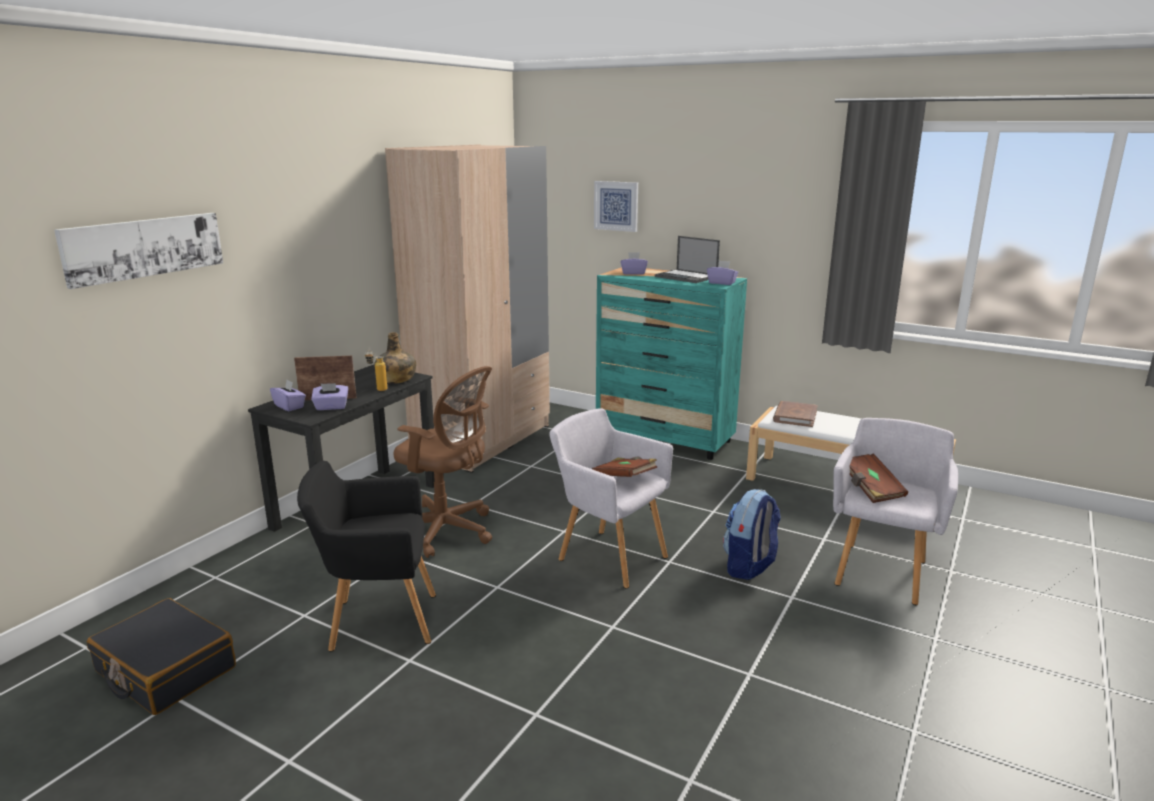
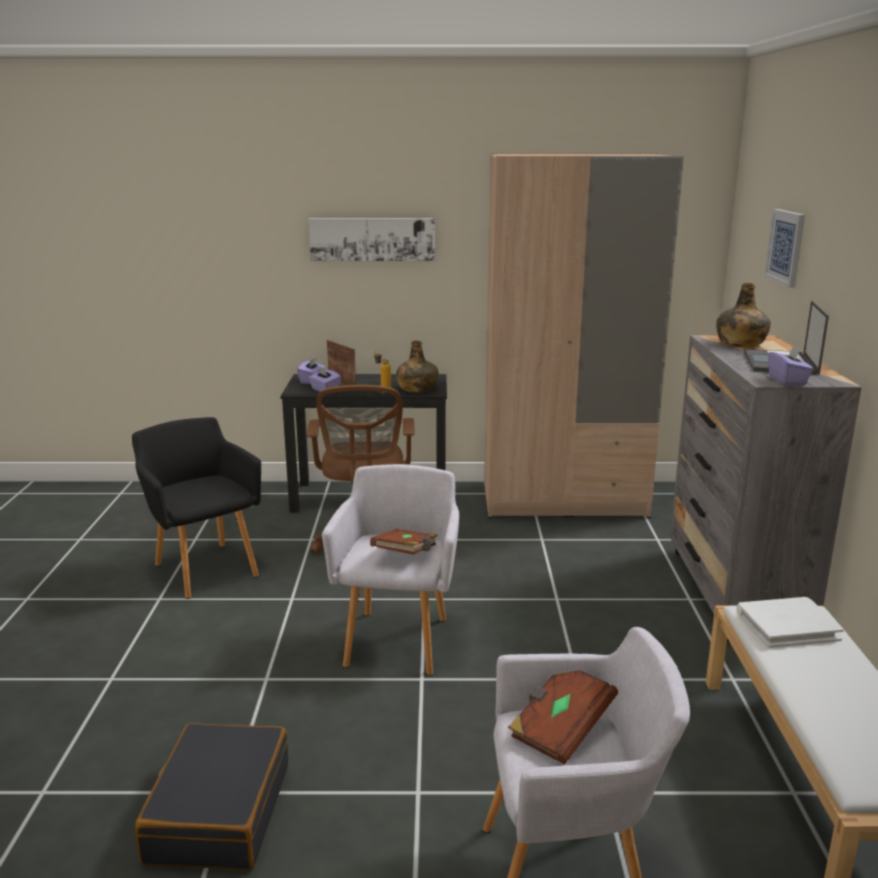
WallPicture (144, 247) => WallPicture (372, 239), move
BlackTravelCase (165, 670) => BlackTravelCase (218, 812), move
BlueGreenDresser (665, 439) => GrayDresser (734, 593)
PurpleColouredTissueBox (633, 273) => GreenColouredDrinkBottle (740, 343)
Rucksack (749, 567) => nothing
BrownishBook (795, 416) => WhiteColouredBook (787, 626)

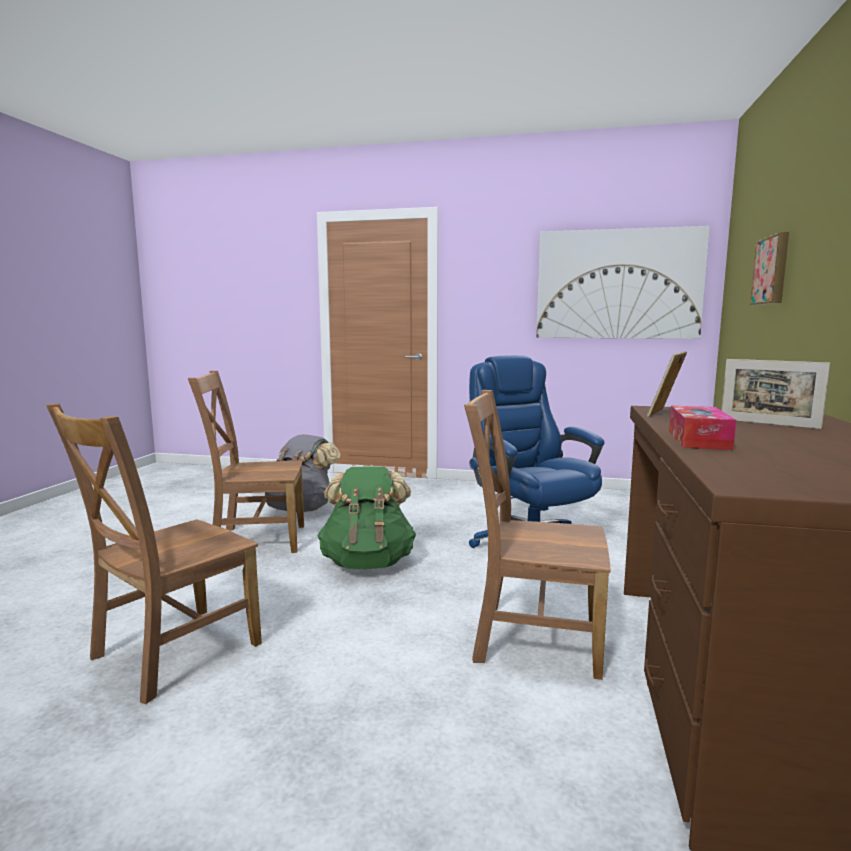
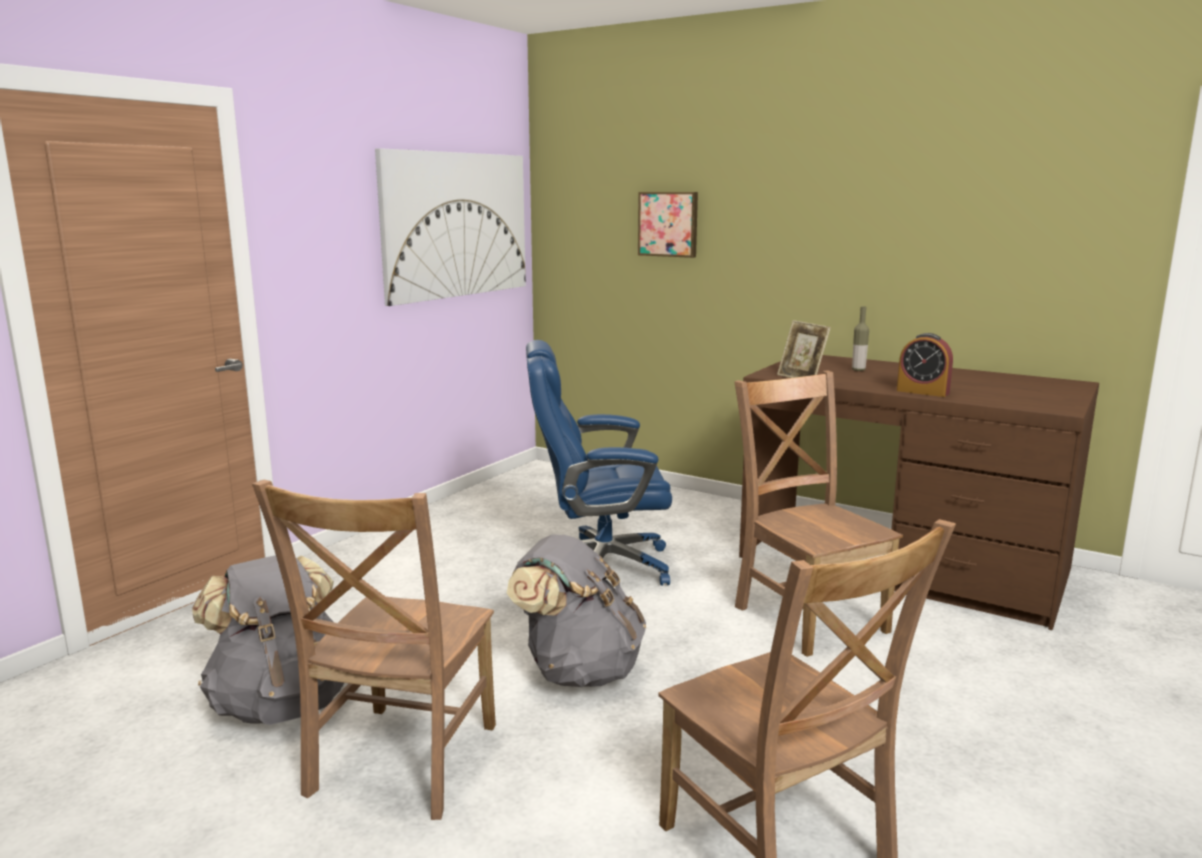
GreenColouredRucksack (368, 562) => GrayRucksack (578, 671)
BrownishPlainChair (531, 638) => BrownishPlainChair (807, 616), 120 degrees clockwise
TissueBox (698, 440) => AlarmClock (922, 392)
PhotoFrame (768, 424) => DrinkBottle (858, 370)

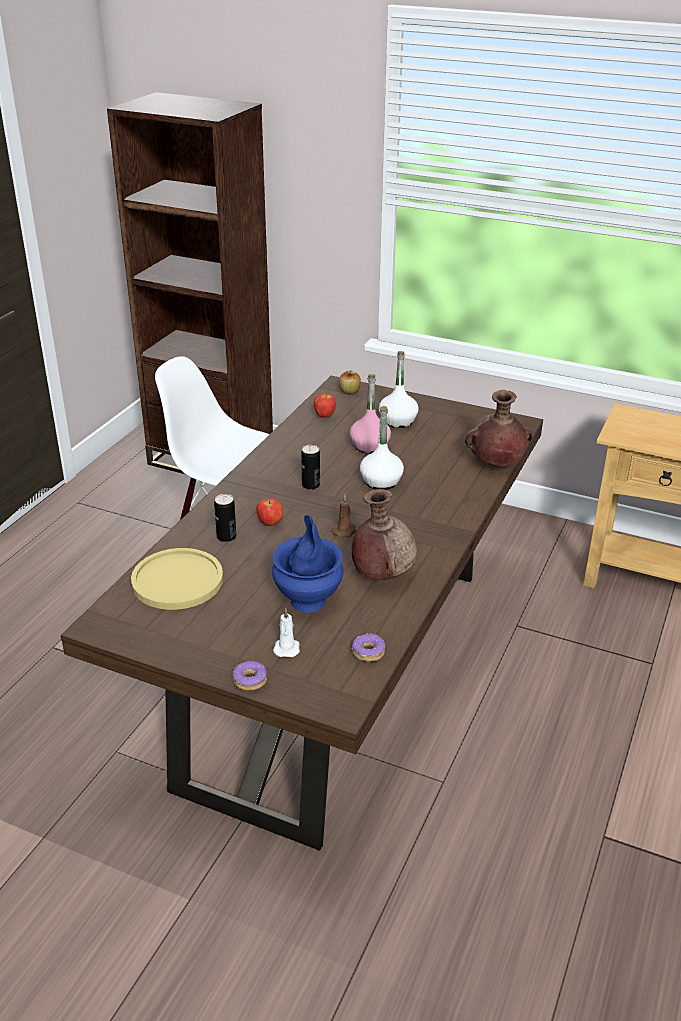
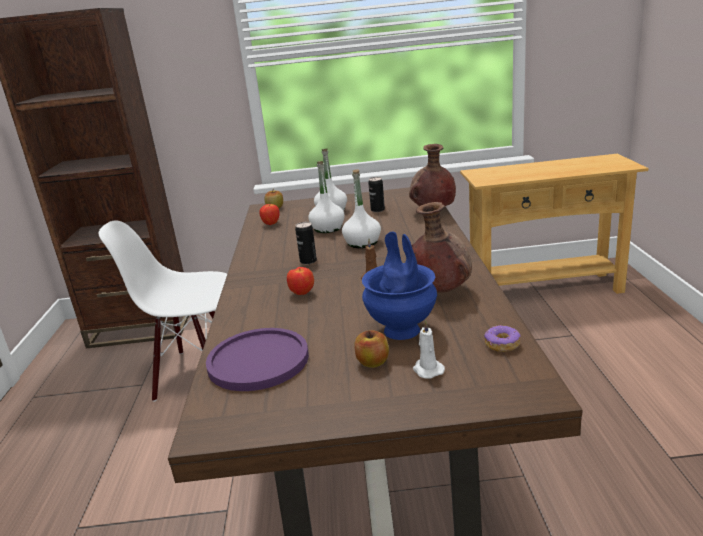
YellowDinnerPlate (177, 581) => PurpleColouredDinnerPlate (258, 361)
MetalCan (226, 537) => MetalCan (377, 210), move
RingDoughnut (250, 680) => nothing
PinkColouredDrinkBottle (369, 446) => WhiteColouredDrinkBottle (327, 228)
nothing => Apple (373, 362)

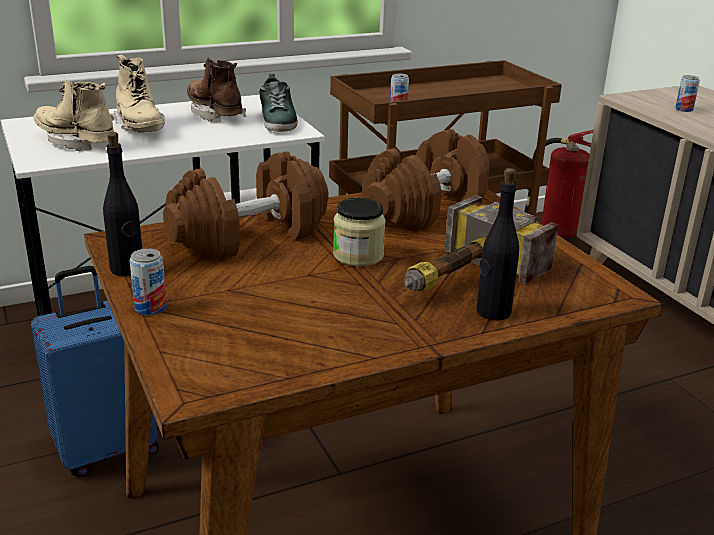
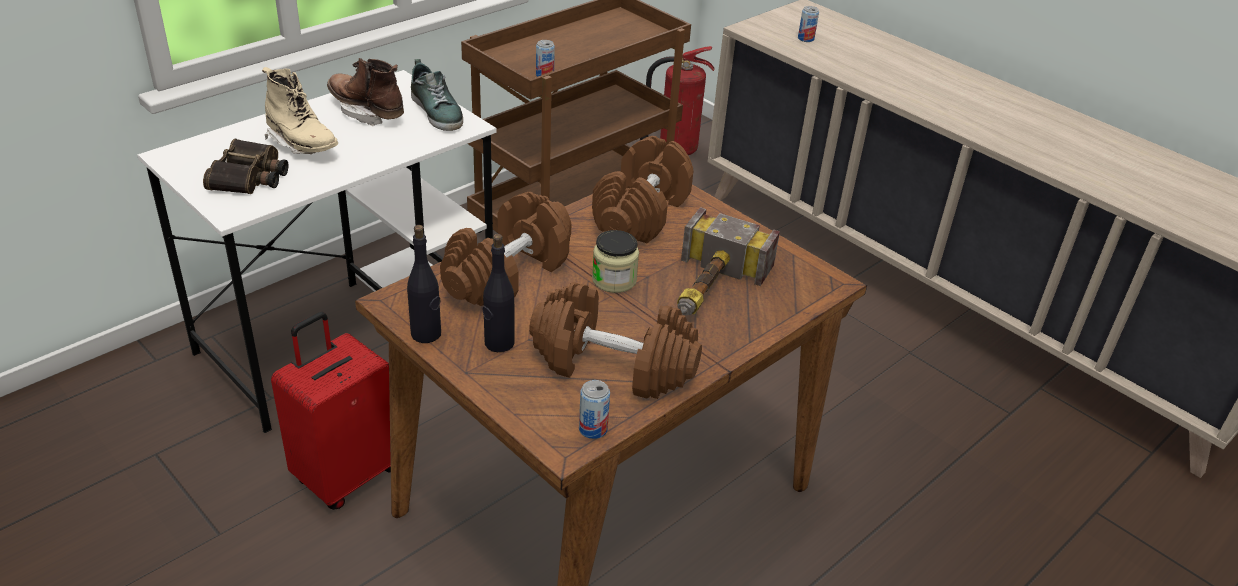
BluishTravelCase (106, 448) => RedTravelCase (346, 475)
SandColouredBoot (76, 142) => Binoculars (250, 177)
MetalCan (150, 308) => MetalCan (593, 429), move
BlackDrinkBottle (493, 312) => BlackDrinkBottle (499, 343), move
nothing => BrownishFreeWeight (612, 365)

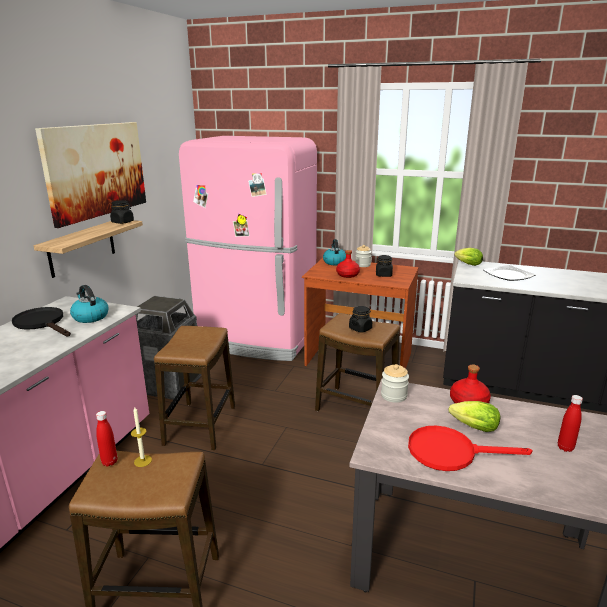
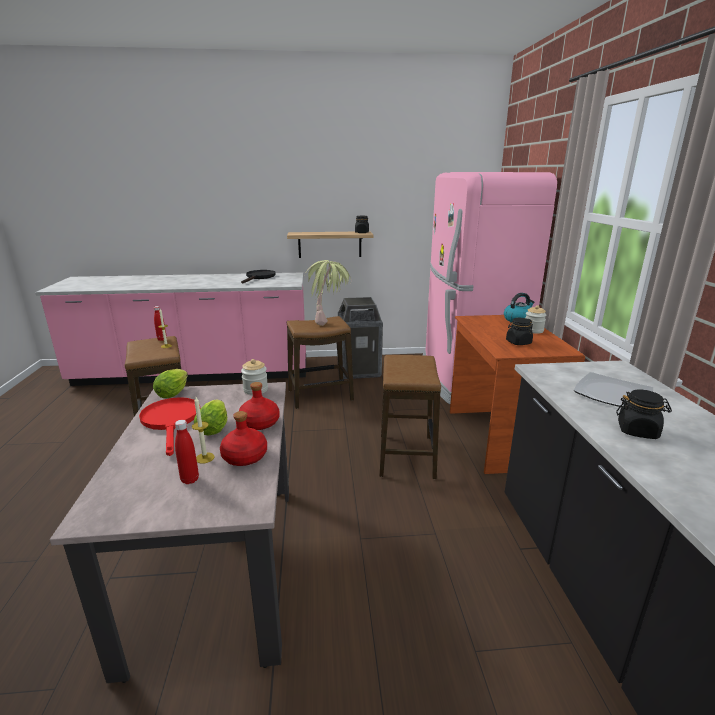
WallPicture (96, 170) => nothing
TeaKettle (90, 317) => nothing
RedDrinkBottle (348, 275) => RedDrinkBottle (245, 457), move
BlackPreserveJar (360, 328) => BlackPreserveJar (638, 431), move
HeadOfLettuce (467, 264) => HeadOfLettuce (174, 393), move
nothing => WaxCandle (205, 458)
nothing => PottedPlant (329, 321)

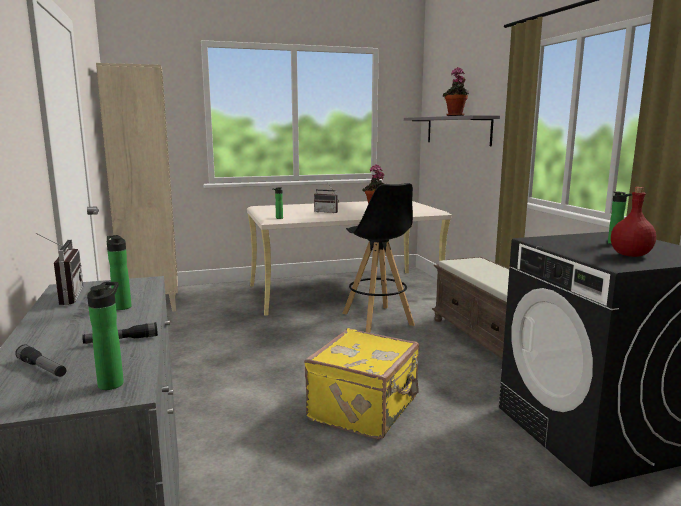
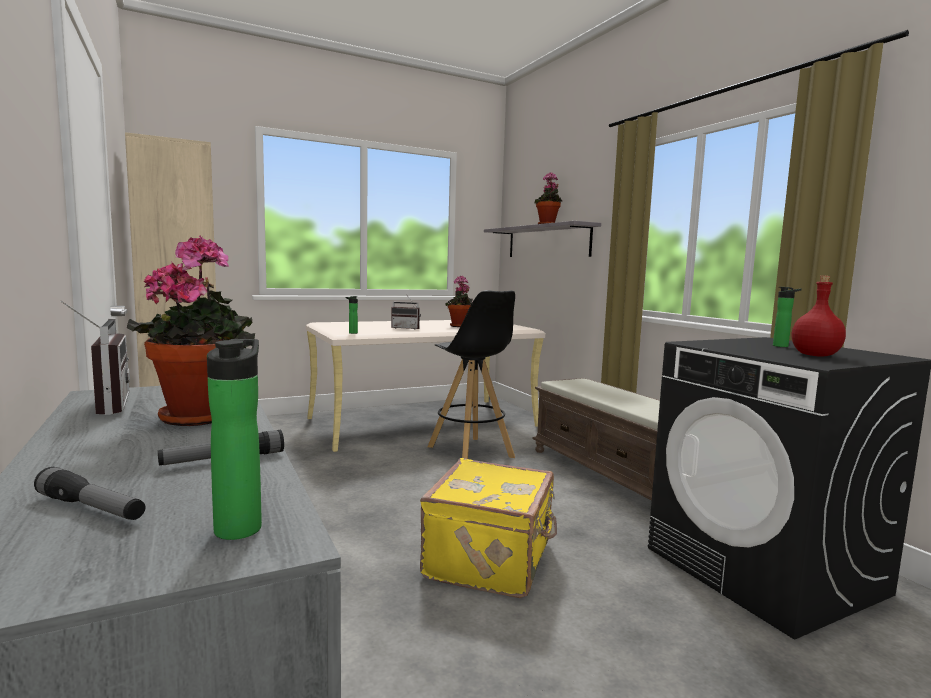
DrinkBottle (122, 306) => PottedPlant (202, 415)

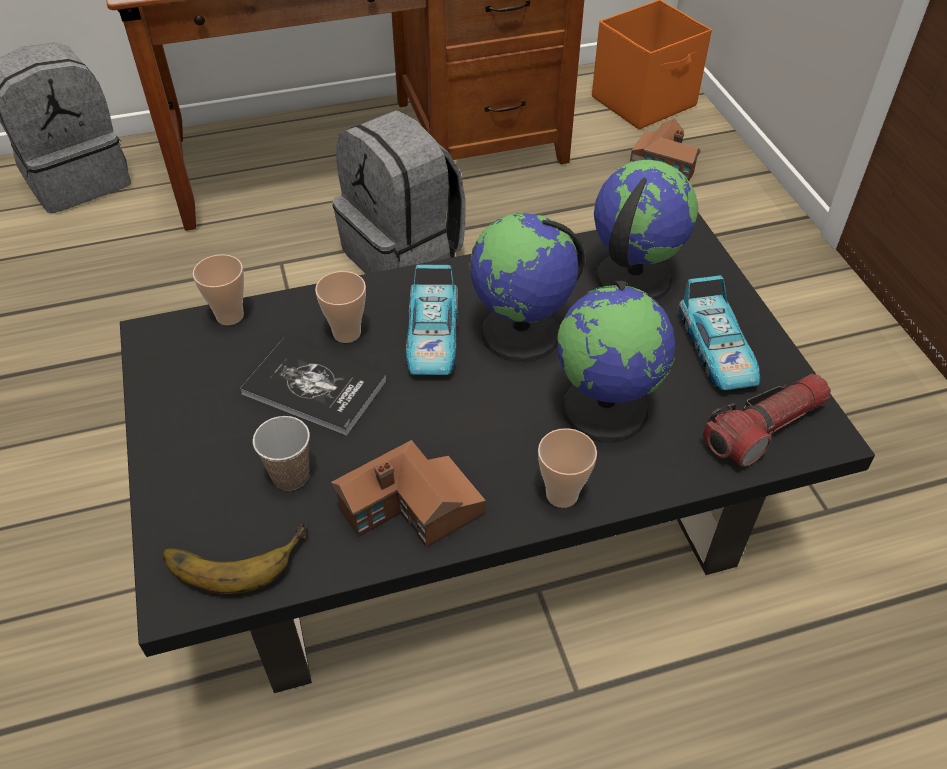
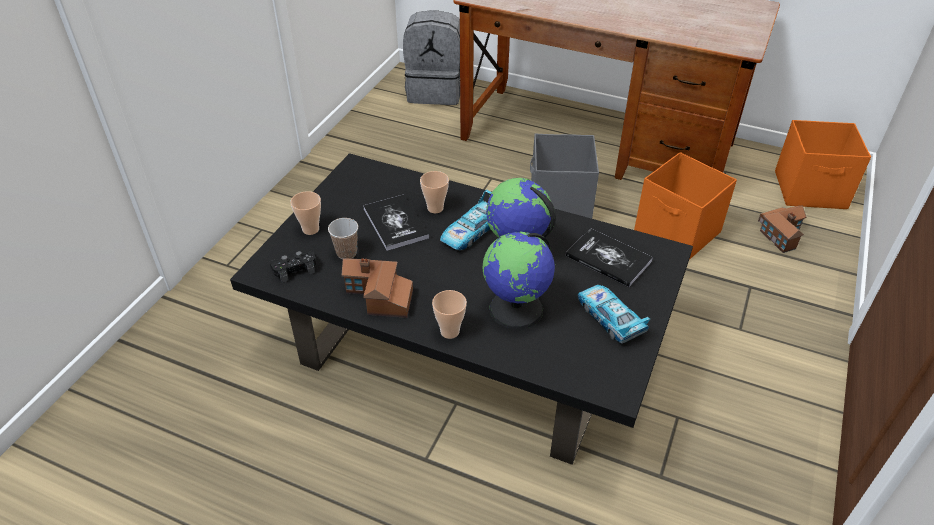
WholeBanana (234, 553) => BlackGamepad (294, 269)
DrinkingCup (230, 316) => DrinkingCup (310, 229), move
GrayRucksack (404, 255) => GrayStorageBox (559, 206)
DeskGlobe (632, 277) => Book (608, 258)
MiniatureCar (717, 351) => MiniatureCar (610, 318), 120 degrees clockwise
Torch (764, 428) => nothing
nothing => OrangeyStorageBox (677, 233)

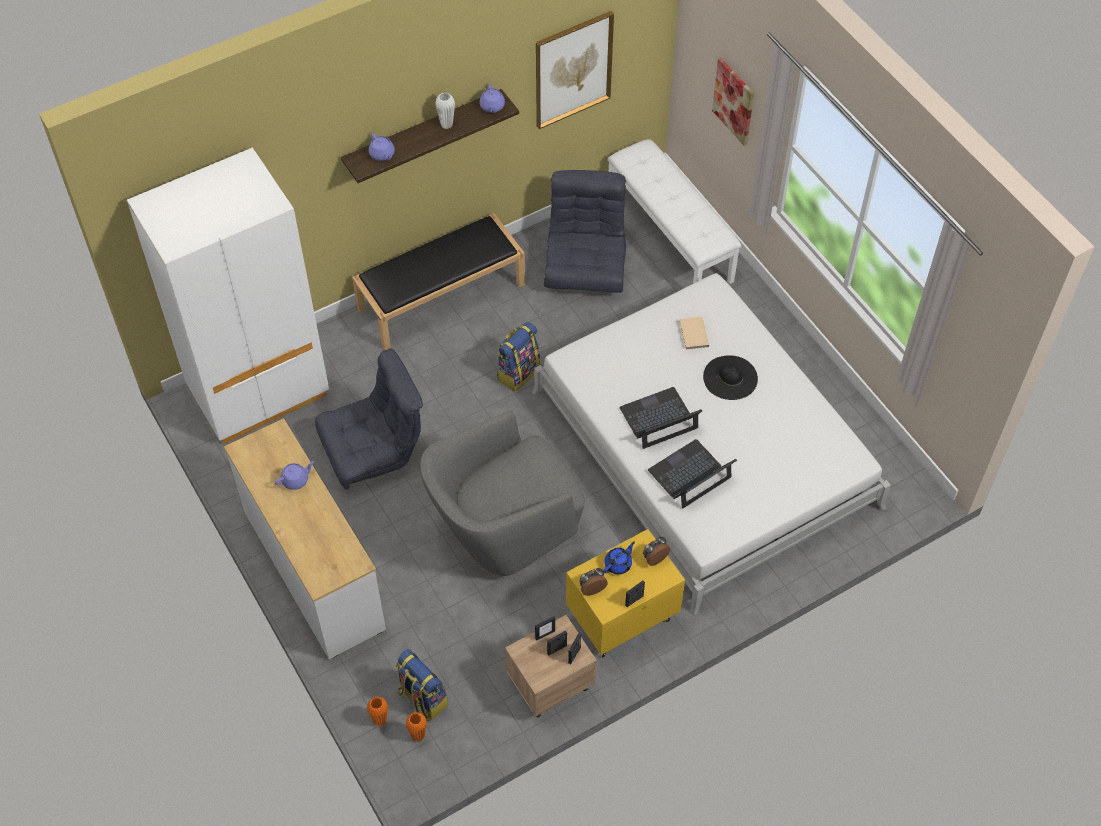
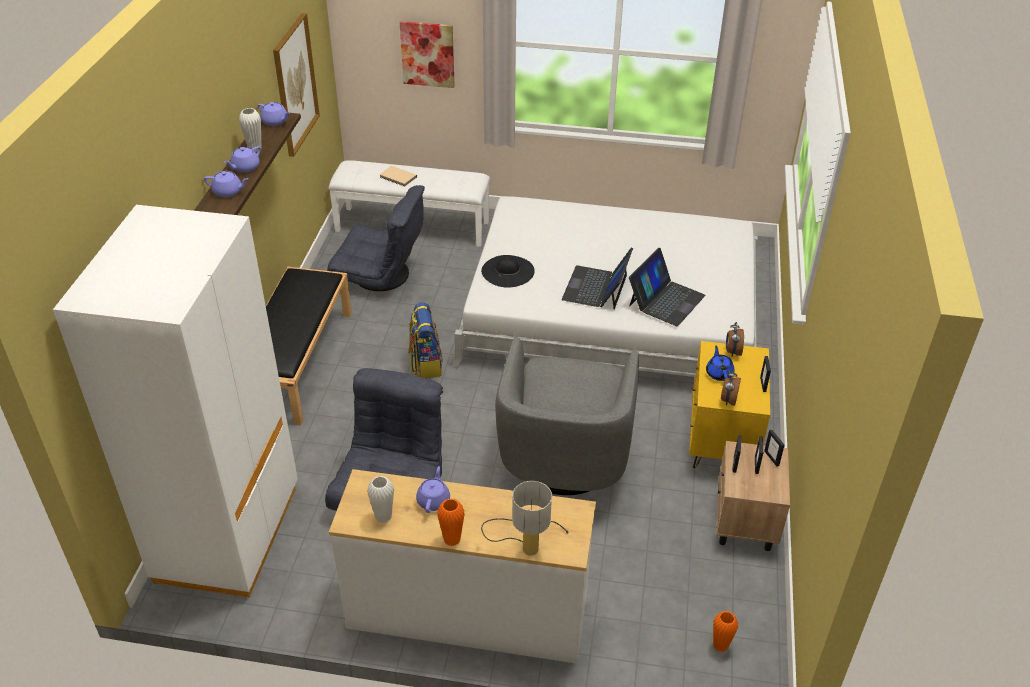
OrangeyDecorativeVase (380, 720) => OrangeyDecorativeVase (452, 539), move
Rucksack (422, 698) => nothing
GrayEasyChair (585, 268) => GrayEasyChair (380, 276), 150 degrees clockwise
Laptop (690, 475) => Laptop (666, 300), 150 degrees counterclockwise
SandColouredBook (693, 334) => SandColouredBook (398, 178), move
BlackHat (730, 377) => BlackHat (507, 271), move
nothing => PurpleColouredPotForTea (245, 168)
nothing => WhiteColouredDecorativeVase (383, 517)
nothing => TableLamp (526, 541)

